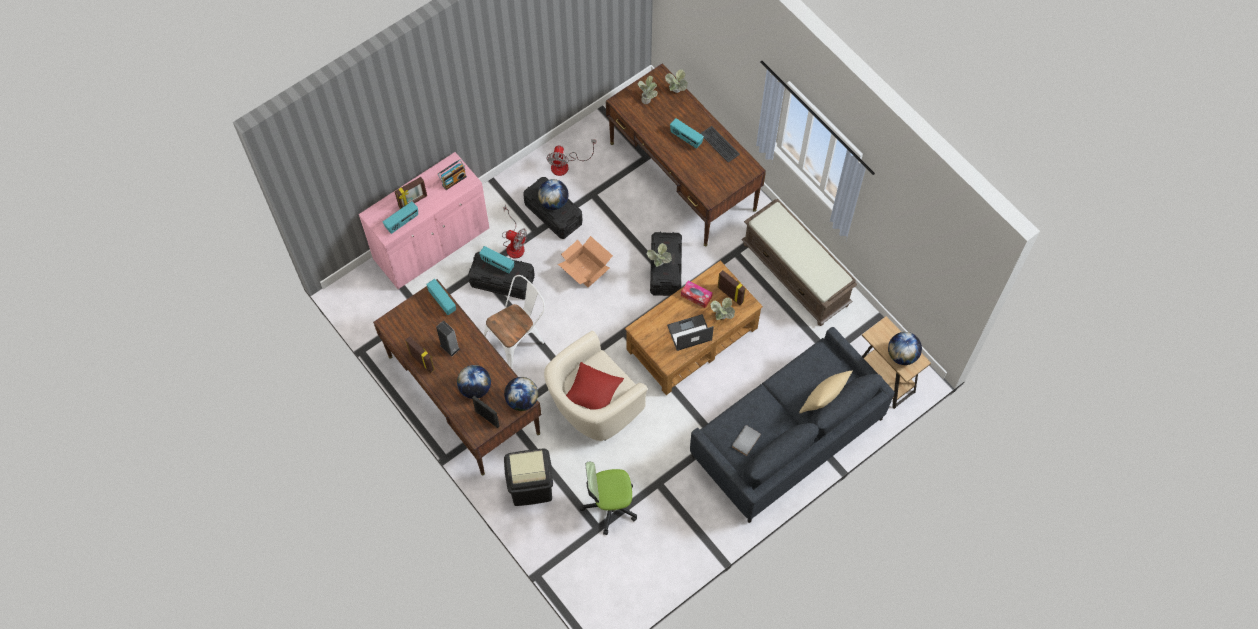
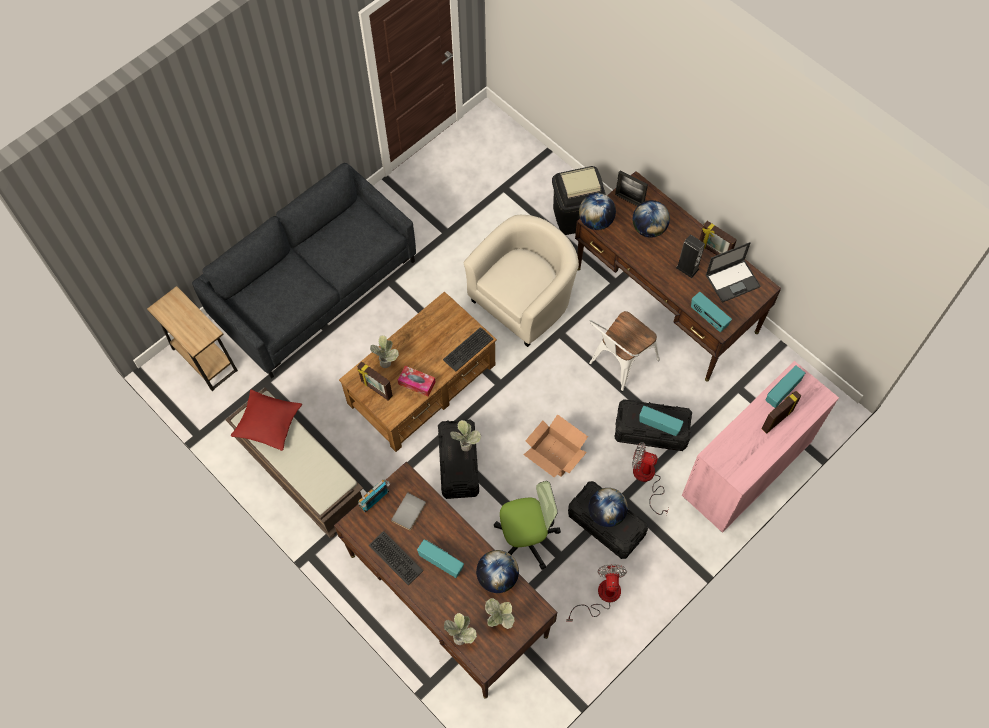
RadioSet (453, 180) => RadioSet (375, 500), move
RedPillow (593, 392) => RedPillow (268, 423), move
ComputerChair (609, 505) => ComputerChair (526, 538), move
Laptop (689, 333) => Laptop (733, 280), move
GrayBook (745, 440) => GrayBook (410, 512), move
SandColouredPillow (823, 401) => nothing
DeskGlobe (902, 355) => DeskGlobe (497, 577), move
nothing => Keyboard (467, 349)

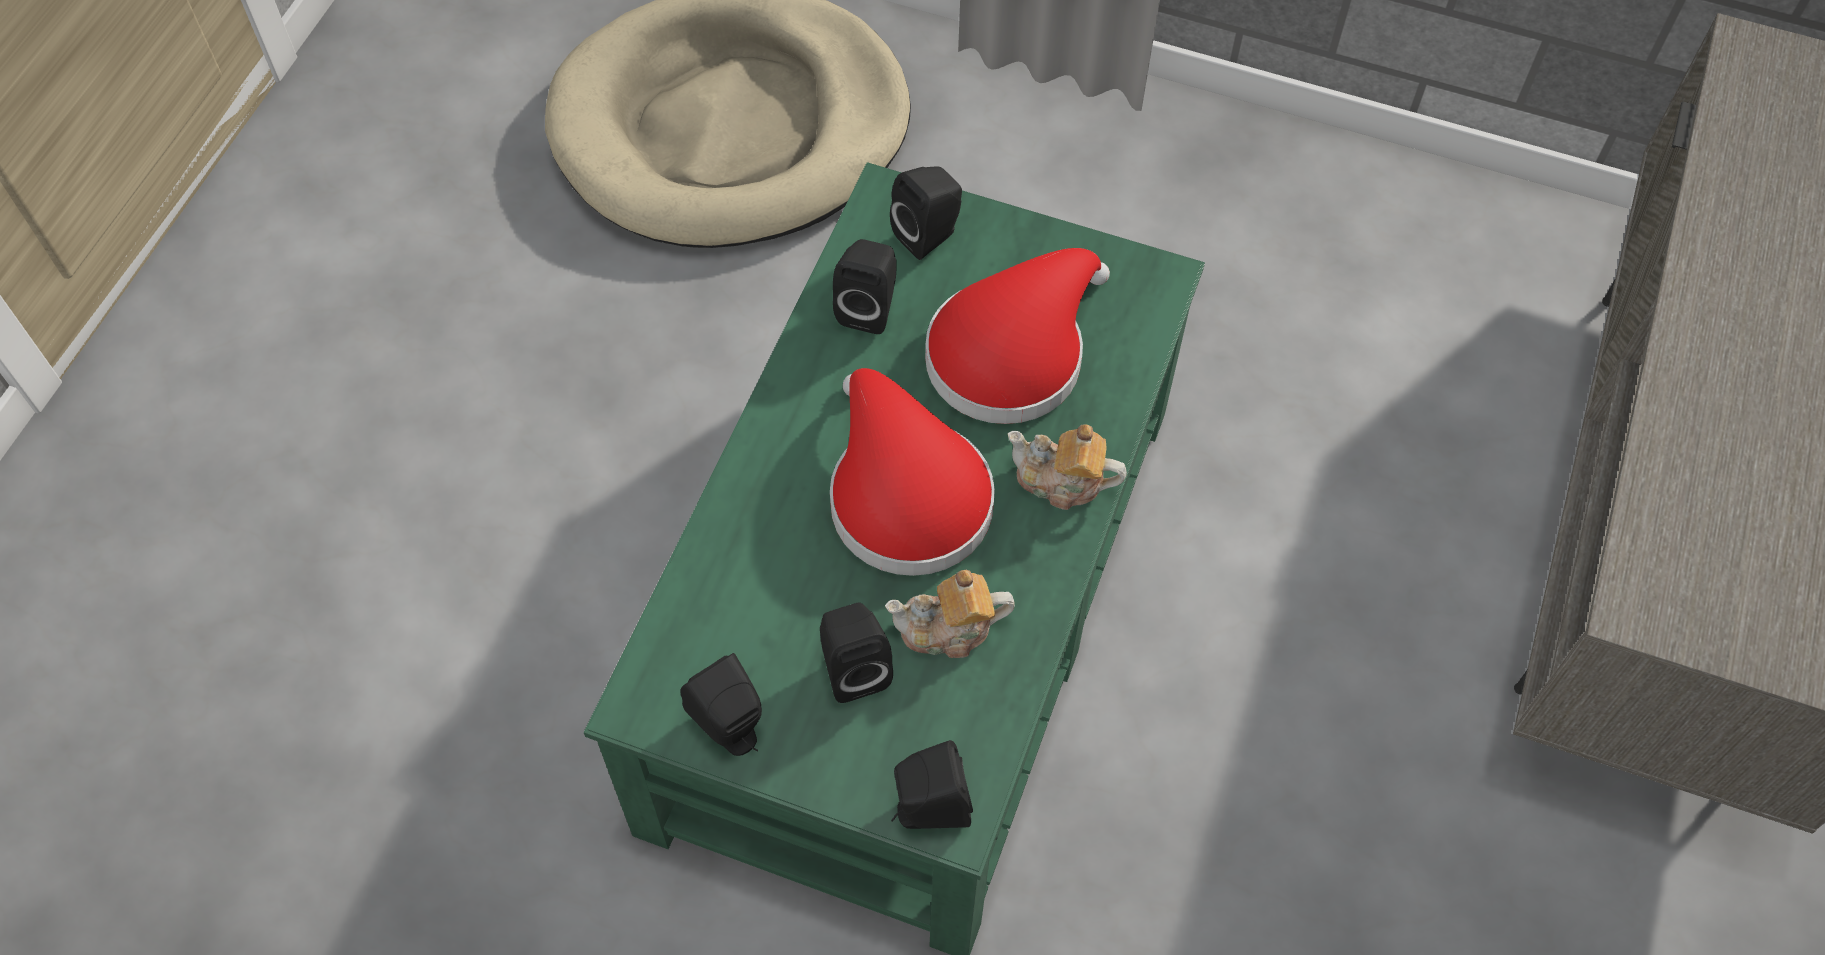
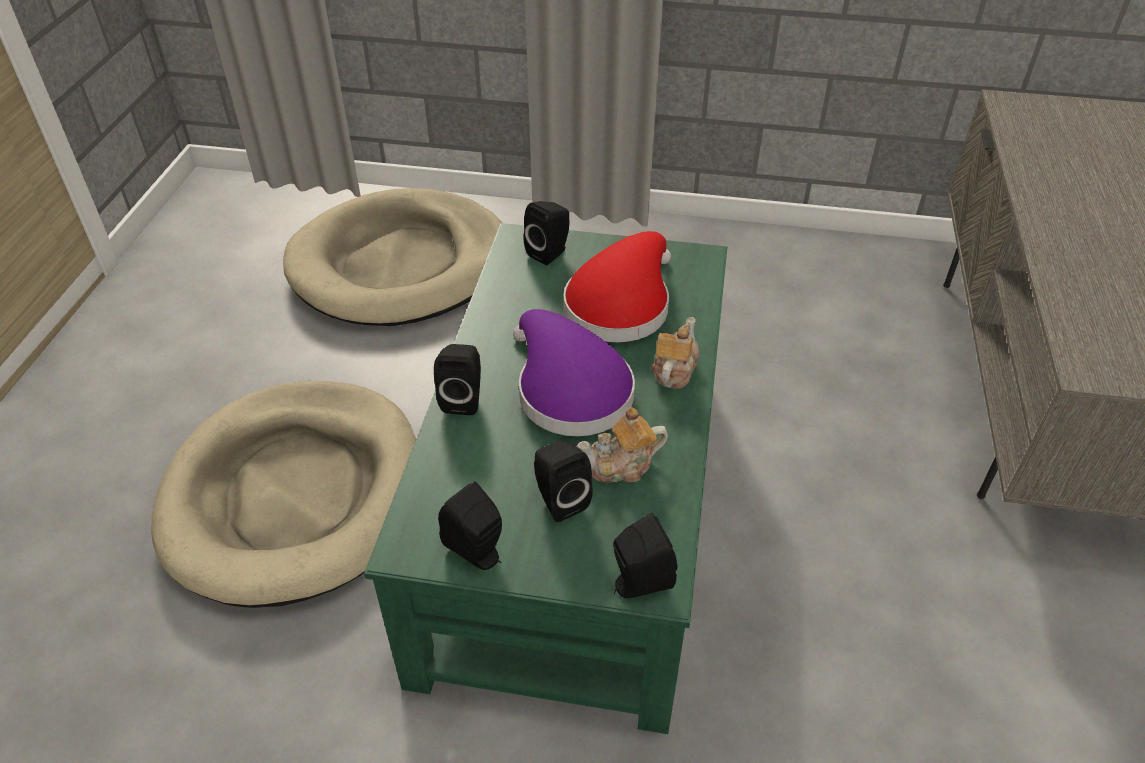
RedHat (904, 493) => PurpleColouredHat (569, 390)
BlackAudioSpeaker (869, 307) => BlackAudioSpeaker (463, 399), move
PotForTea (1061, 481) => PotForTea (674, 369), 105 degrees clockwise
nothing => SandColouredDogCushion (295, 494)

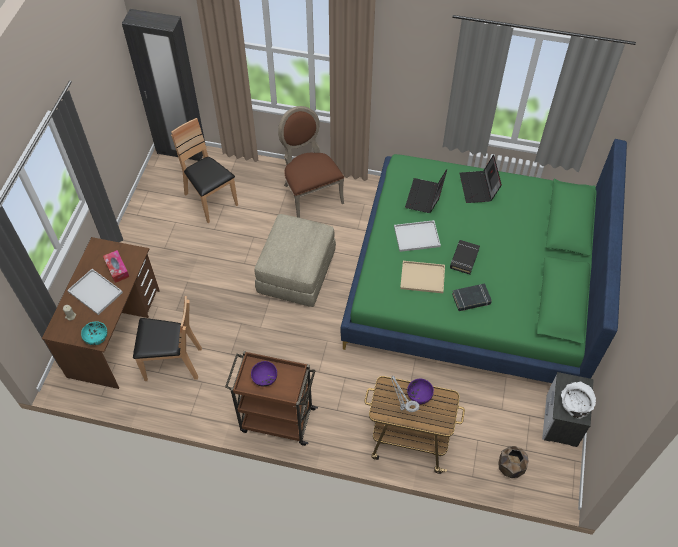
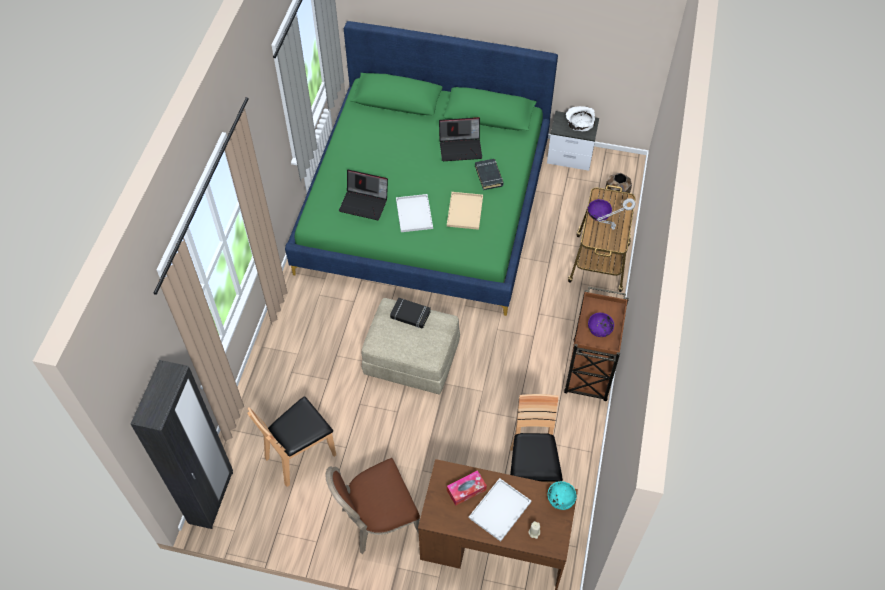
BrownishPlainChair (310, 193) => BrownishPlainChair (377, 520), move
BlackBook (464, 258) => BlackBook (410, 315), move
Laptop (478, 188) => Laptop (461, 148), move

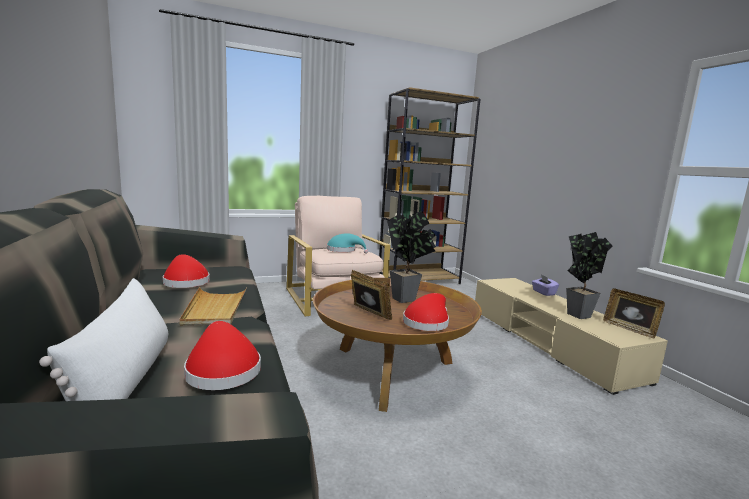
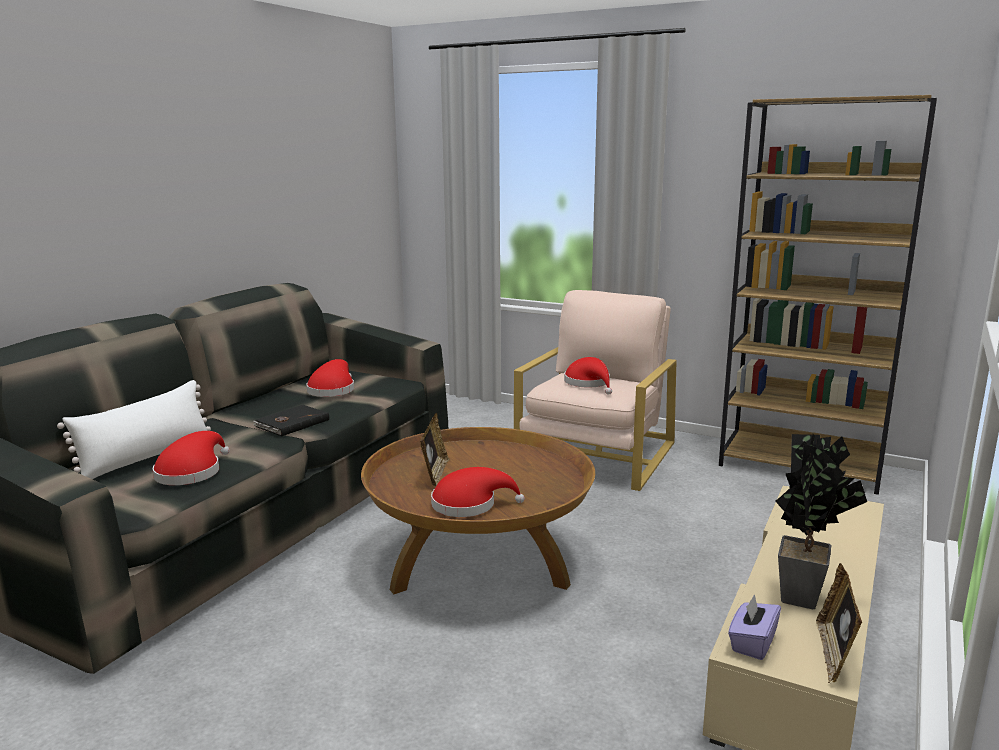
SandColouredServingTray (215, 309) => BlackBook (291, 423)
BlueGreenHat (343, 250) => RedHat (589, 383)
PottedPlant (407, 299) => nothing
PurpleColouredTissueBox (543, 292) => PurpleColouredTissueBox (752, 643), move

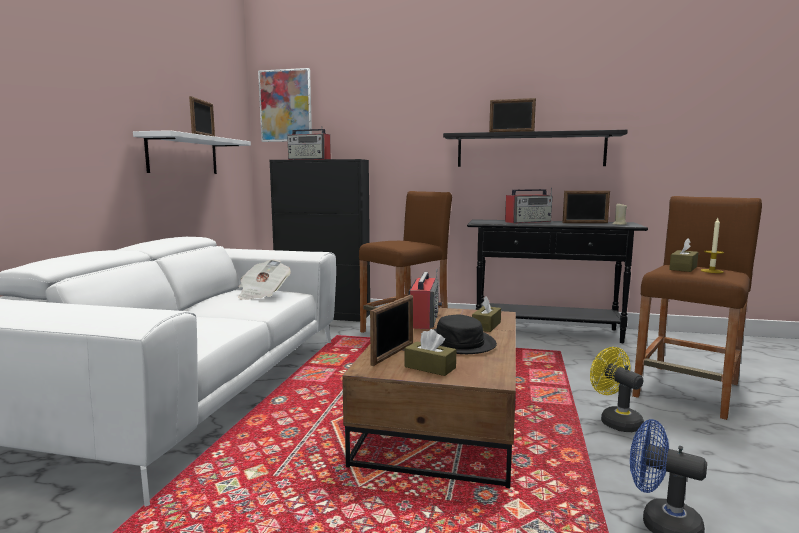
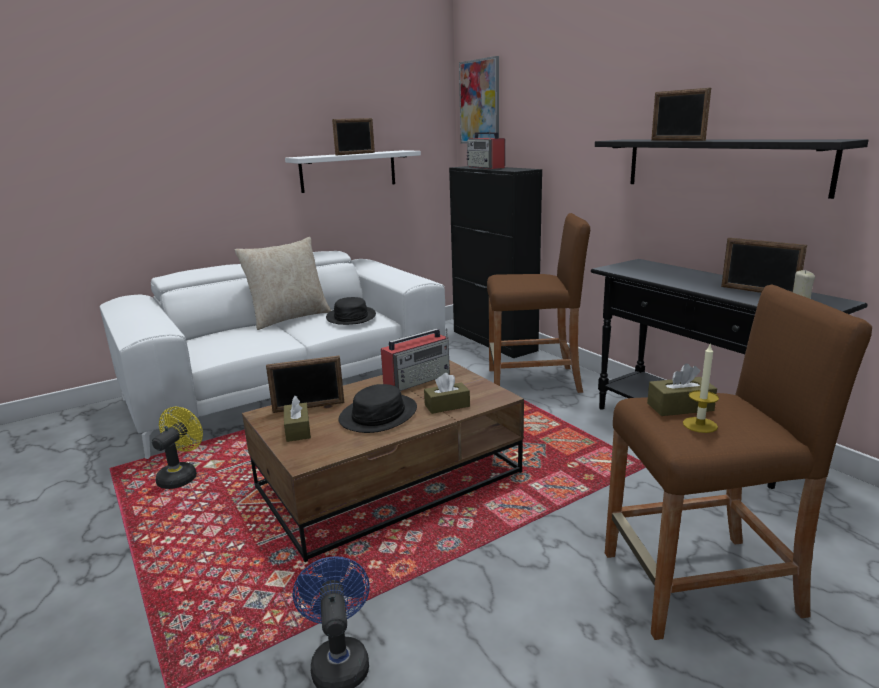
DailyPaper (262, 294) => BlackHat (351, 317)
RadioSet (529, 222) => nothing
YellowElectricFan (615, 421) => YellowElectricFan (181, 476), move
nothing => SandColouredPillow (289, 318)

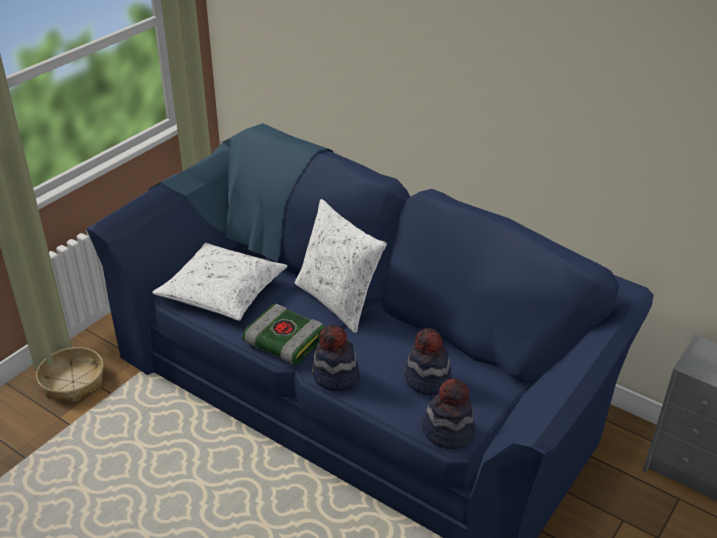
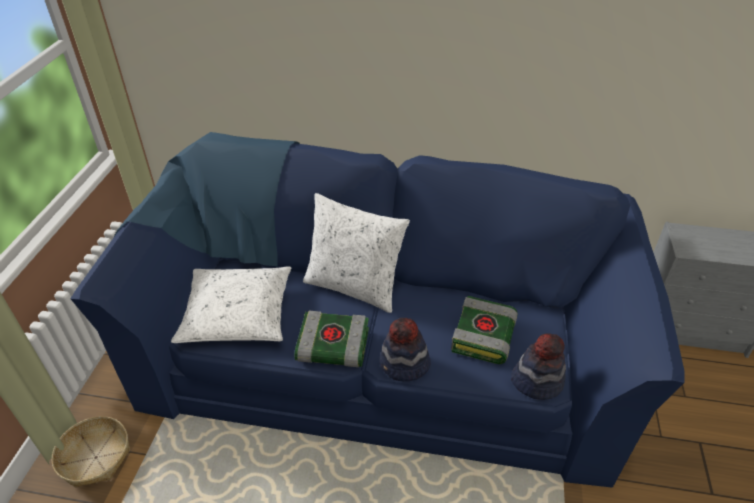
Hat (427, 380) => Book (484, 337)

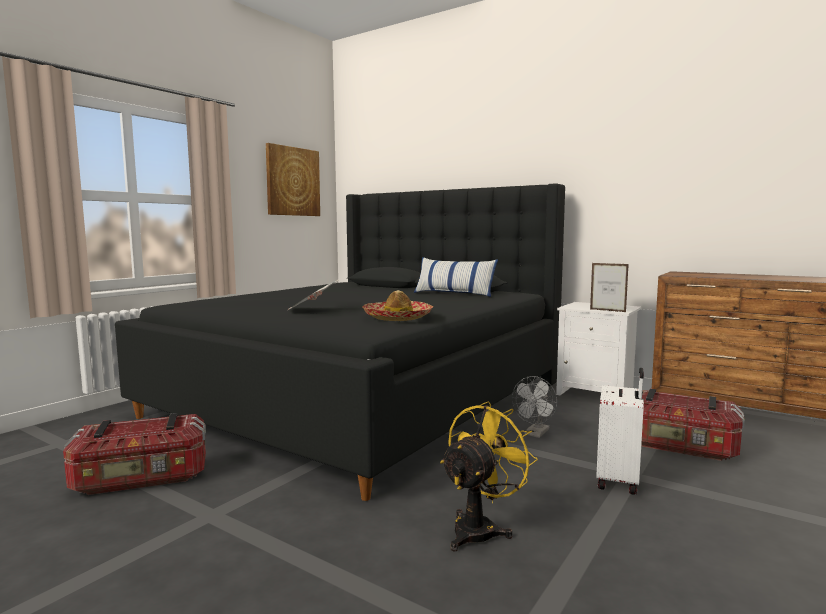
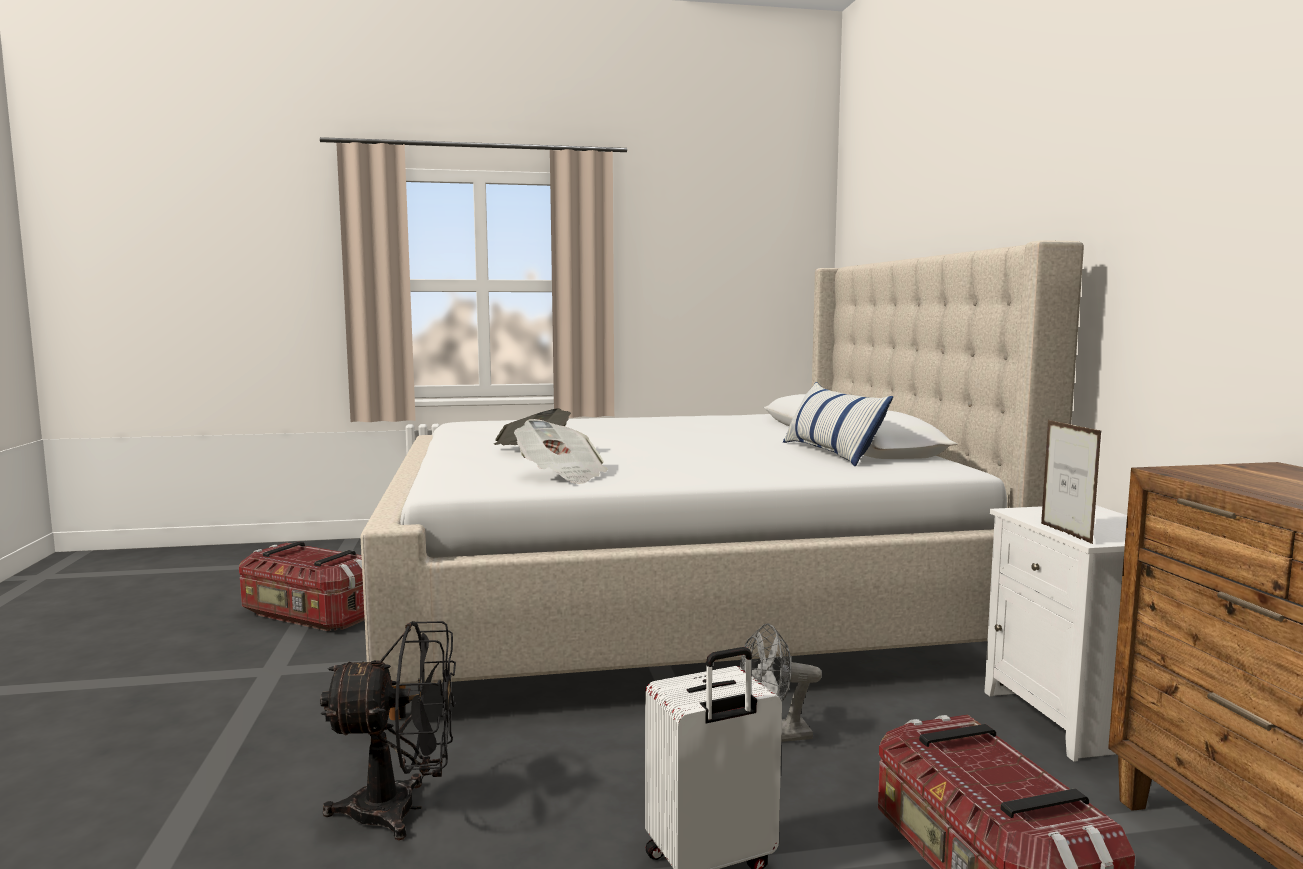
BlackBed (365, 398) => SandColouredBed (677, 600)
WallPicture (292, 181) => nothing
Hat (397, 318) => DailyPaper (561, 476)
YellowElectricFan (480, 528) => BlackElectricFan (401, 810)

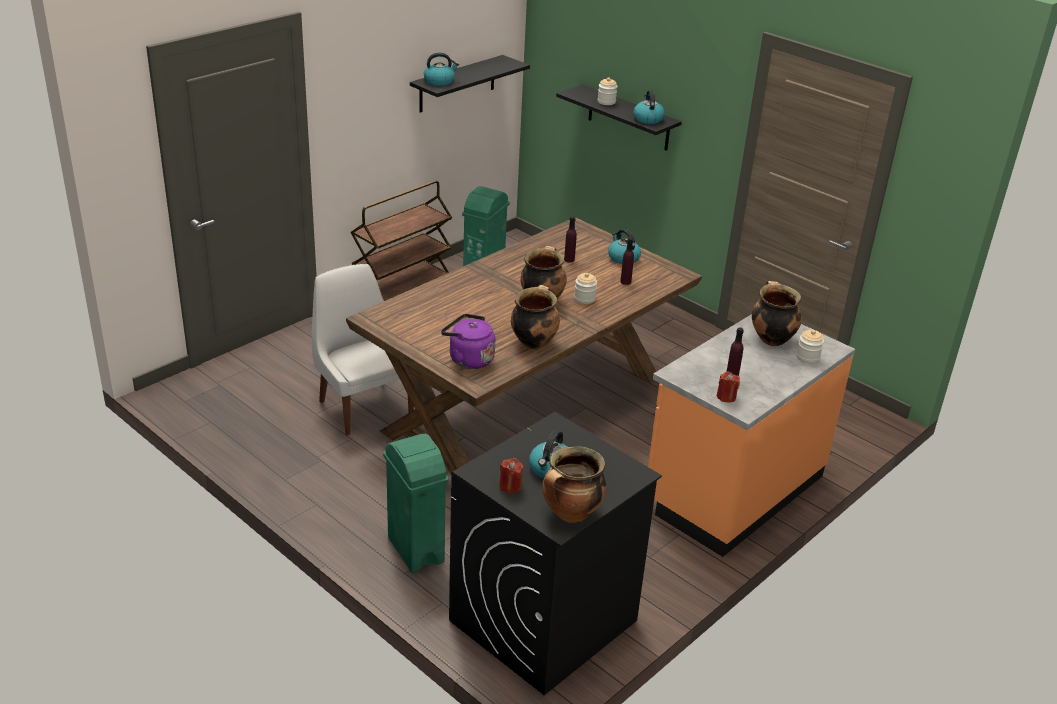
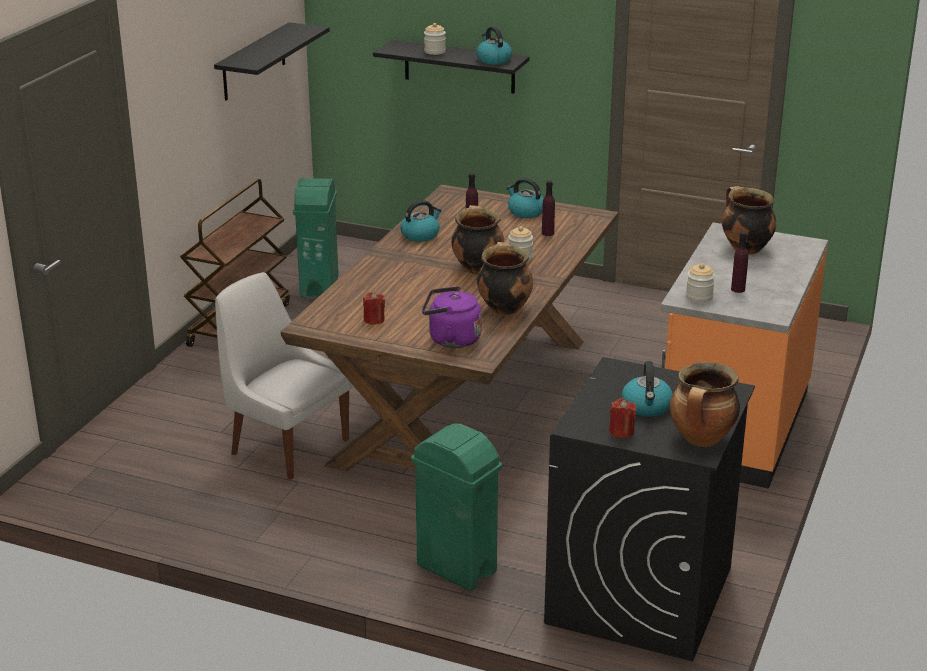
TeaKettle (439, 81) => TeaKettle (420, 235), move
RedWaxCandle (726, 397) => RedWaxCandle (374, 320), move
PreserveJar (807, 357) => PreserveJar (699, 297), move

